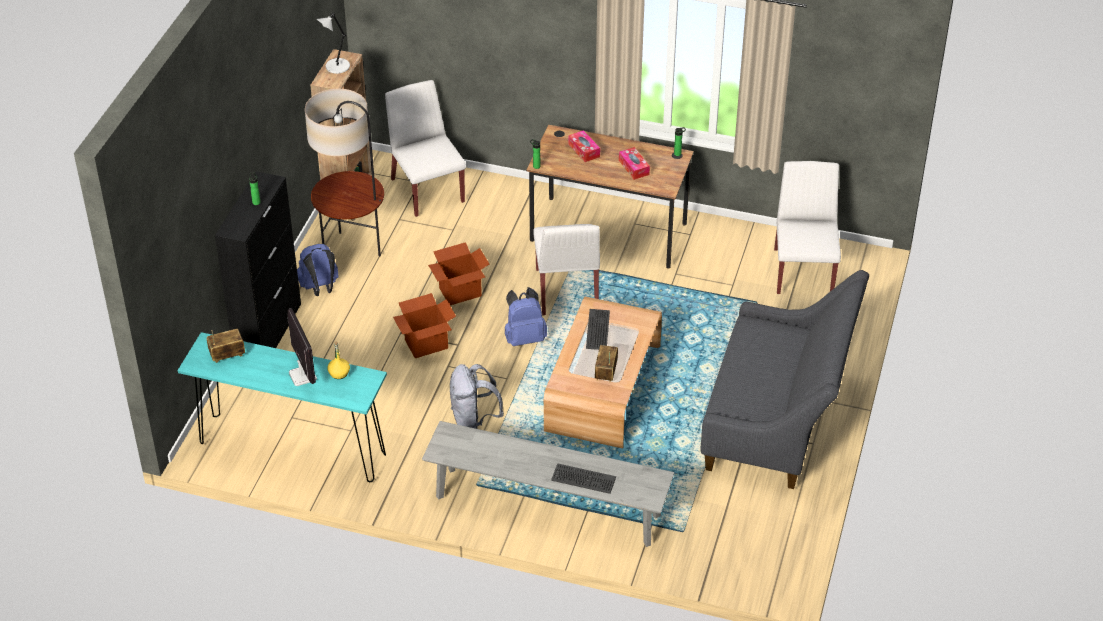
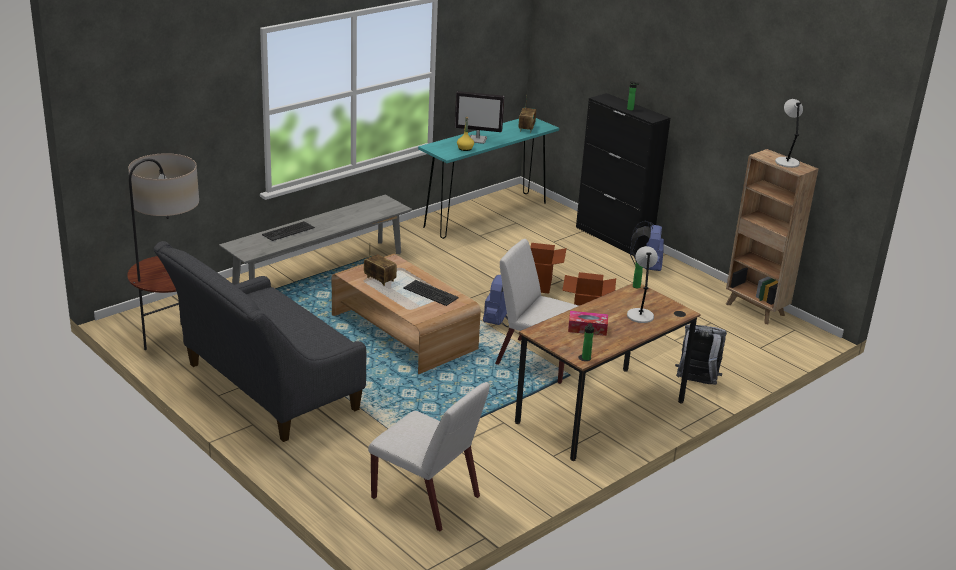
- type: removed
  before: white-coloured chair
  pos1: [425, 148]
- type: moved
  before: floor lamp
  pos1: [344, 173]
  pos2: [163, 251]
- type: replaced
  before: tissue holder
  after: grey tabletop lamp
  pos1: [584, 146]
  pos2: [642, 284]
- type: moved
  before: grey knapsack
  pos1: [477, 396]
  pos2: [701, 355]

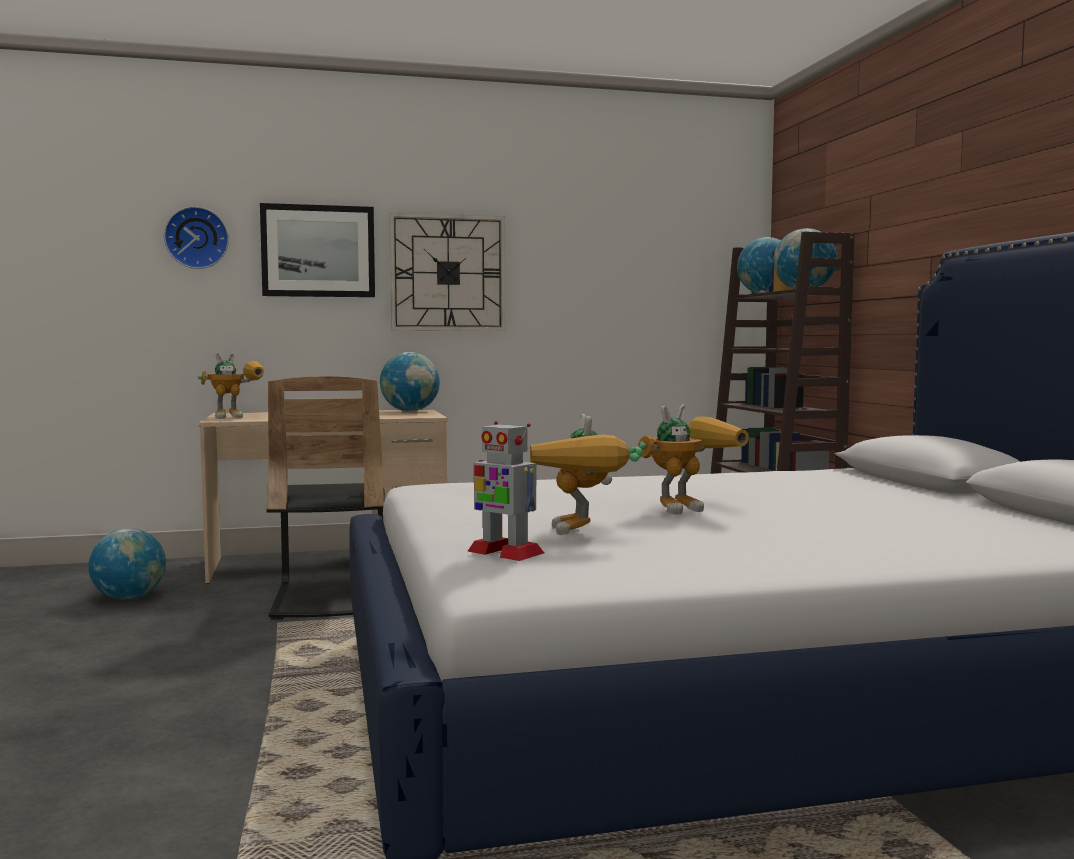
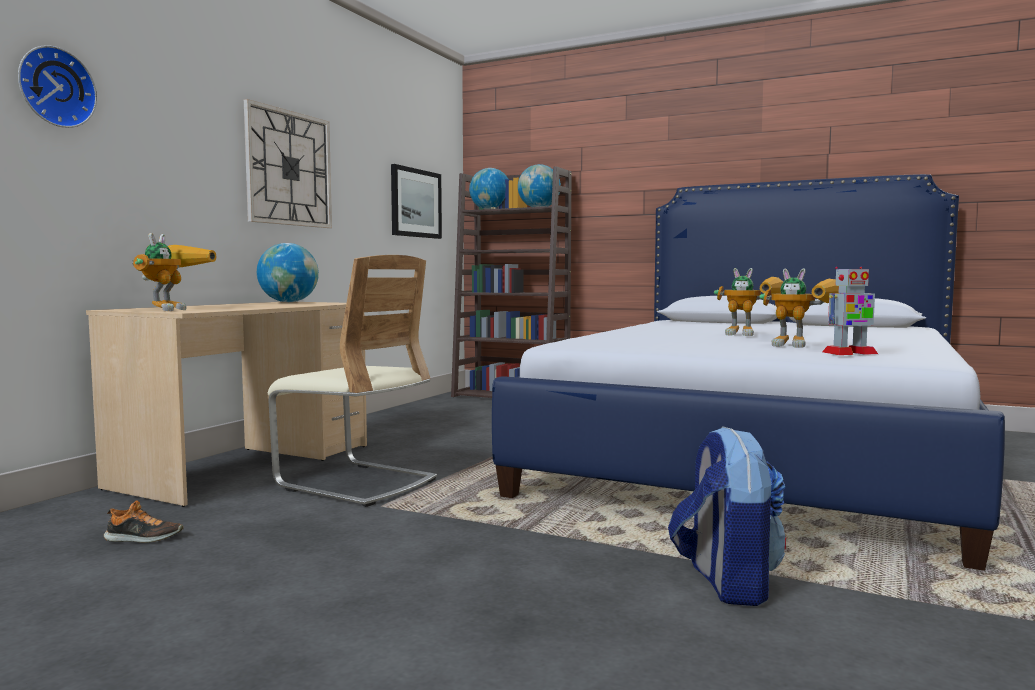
- type: moved
  before: wall art
  pos1: [317, 250]
  pos2: [416, 201]
- type: recoloured
  before: black chair
  after: beige chair
  pos1: [325, 498]
  pos2: [352, 381]
- type: turned
  before: toy robot
  pos1: [693, 460]
  pos2: [748, 302]
  turn: 105
- type: replaced
  before: globe
  after: low shoe
  pos1: [127, 564]
  pos2: [143, 521]
- type: added
  after: knapsack
  pos2: [727, 516]

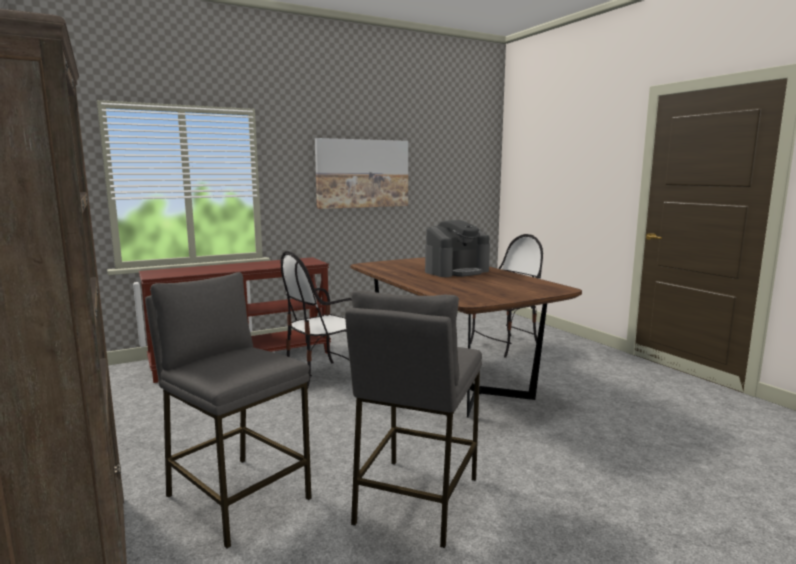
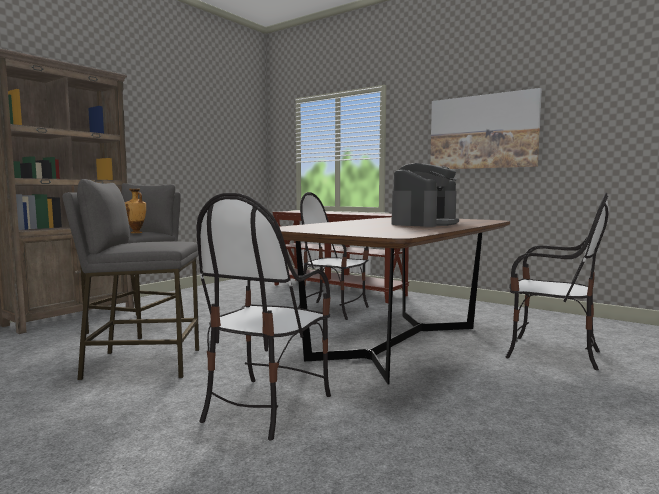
- type: turned
  before: coffee brewer
  pos1: [457, 248]
  pos2: [425, 195]
  turn: -90
- type: added
  after: vase
  pos2: [135, 211]
- type: added
  after: chair
  pos2: [263, 316]

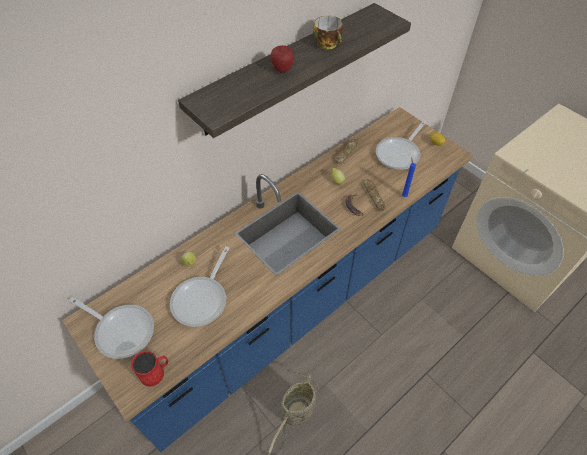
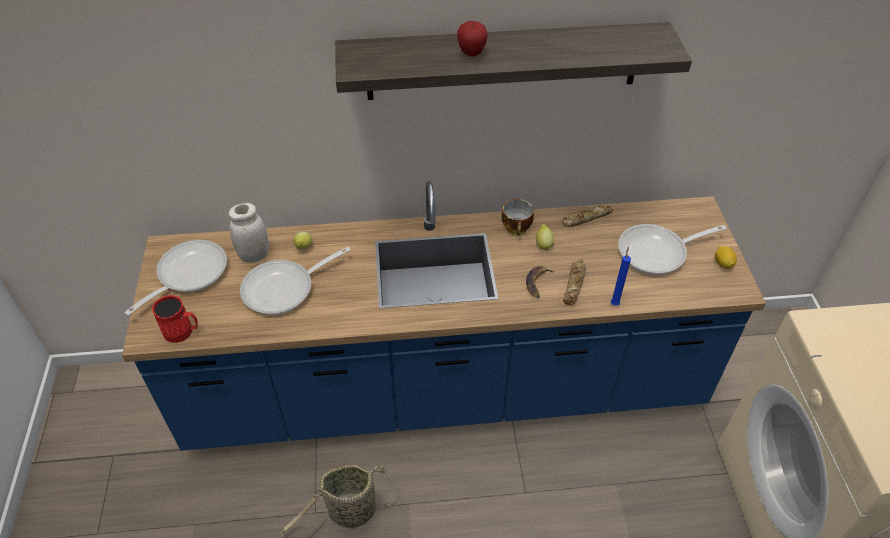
- type: moved
  before: small cup
  pos1: [328, 32]
  pos2: [517, 217]
- type: turned
  before: pan
  pos1: [111, 328]
  pos2: [175, 278]
  turn: -120
- type: added
  after: white-coloured preserve jar
  pos2: [249, 233]

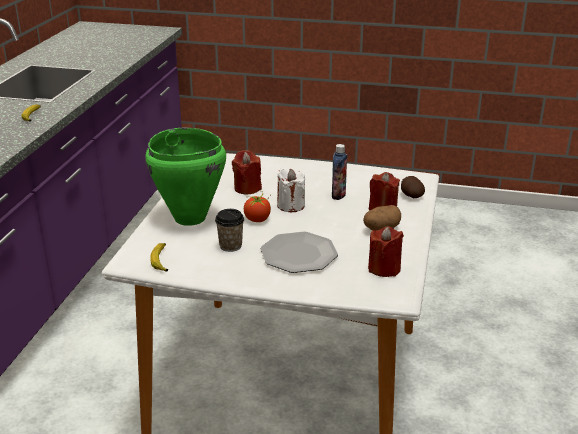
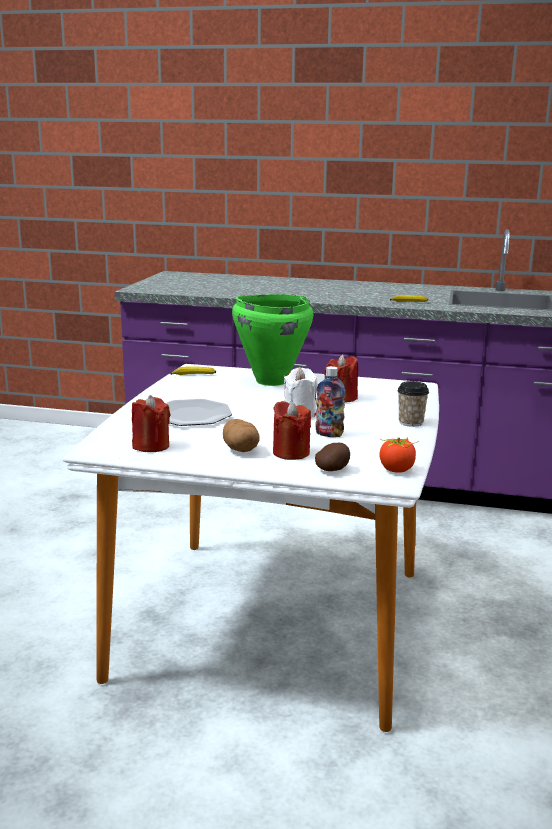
- type: moved
  before: tomato
  pos1: [257, 206]
  pos2: [399, 455]
- type: moved
  before: small cup
  pos1: [229, 230]
  pos2: [413, 404]

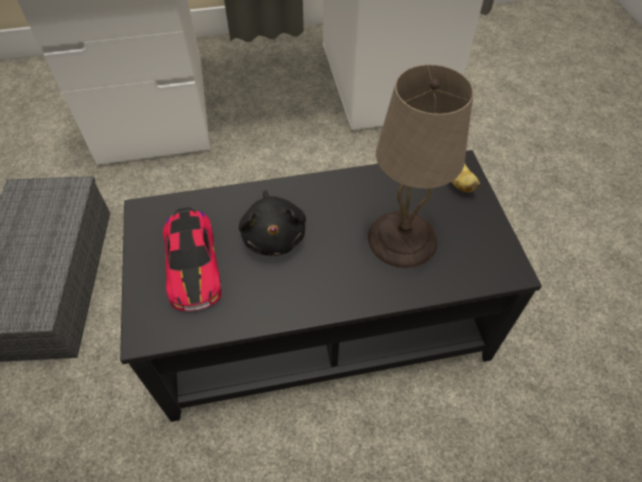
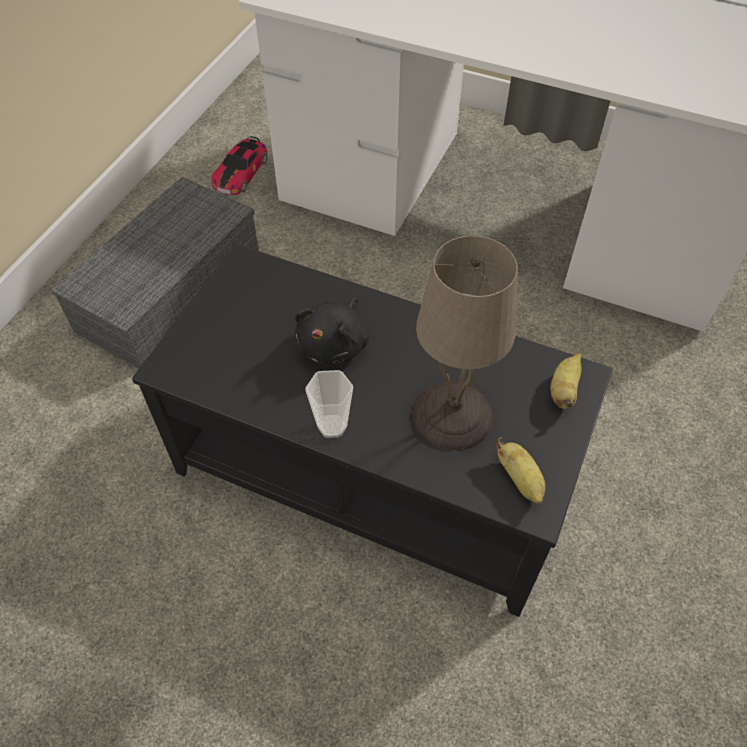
- type: moved
  before: model car
  pos1: [192, 259]
  pos2: [239, 165]
- type: added
  after: small cup
  pos2: [329, 404]
- type: added
  after: banana fruit
  pos2: [521, 471]

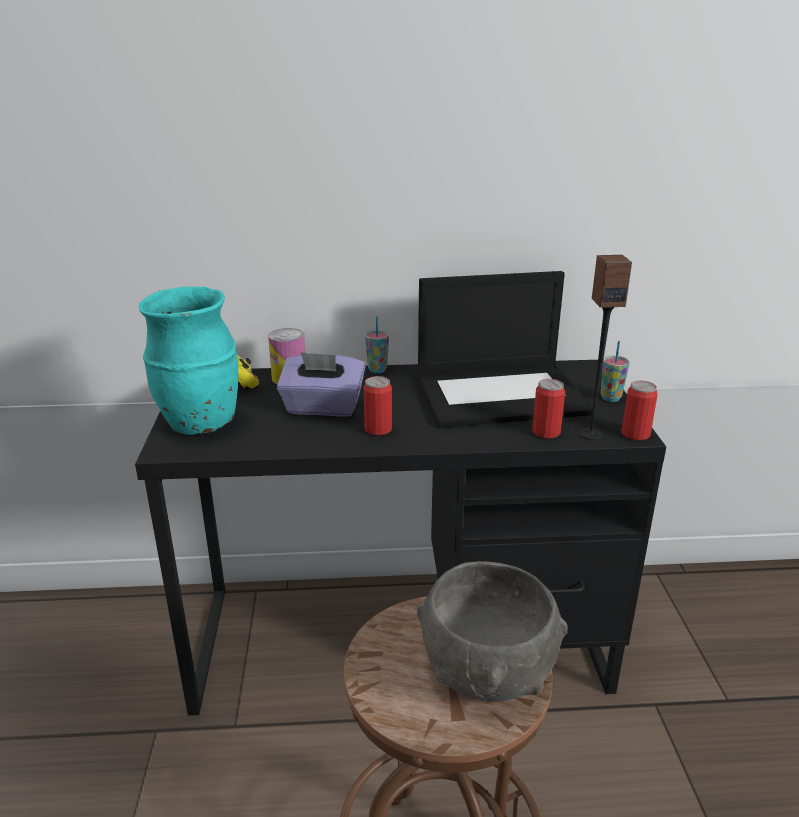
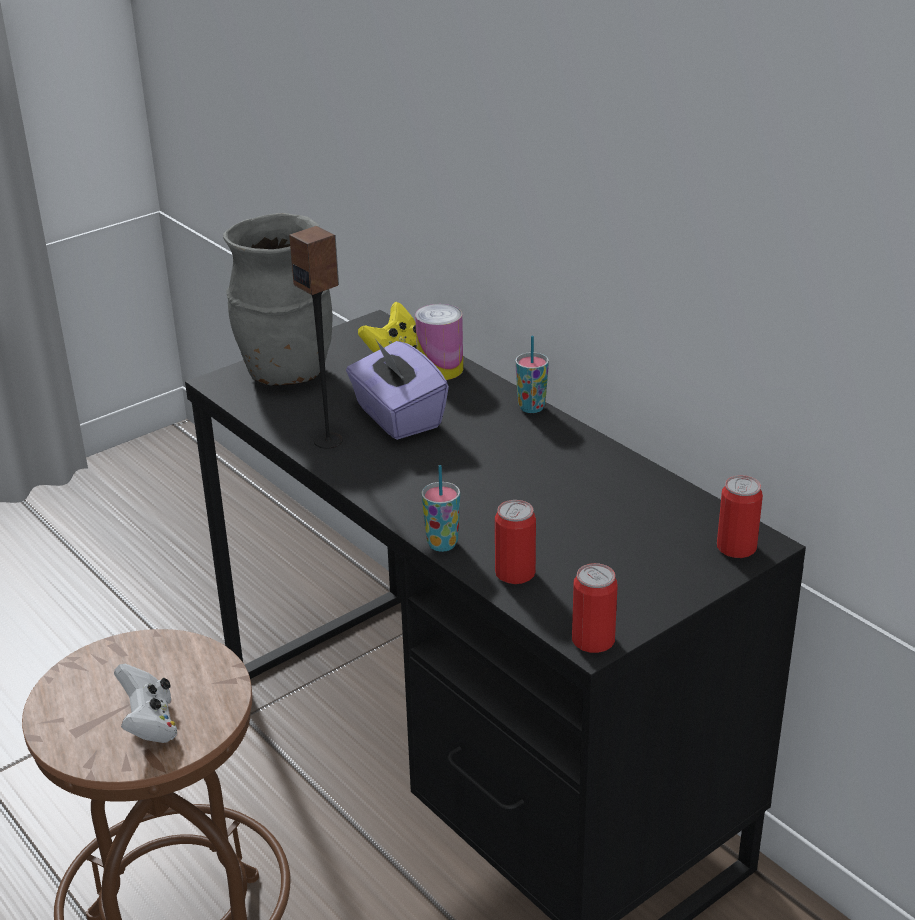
- type: moved
  before: audio speaker
  pos1: [605, 347]
  pos2: [316, 337]
- type: removed
  before: notebook computer
  pos1: [505, 349]
- type: recoloured
  before: turquoise vase
  after: grey vase
  pos1: [188, 361]
  pos2: [278, 299]
- type: moved
  before: small cup
  pos1: [615, 371]
  pos2: [440, 508]
- type: moved
  before: sealed can
  pos1: [378, 406]
  pos2: [740, 516]
- type: replaced
  before: grey serving bowl
  after: white-coloured gamepad
  pos1: [492, 631]
  pos2: [145, 703]

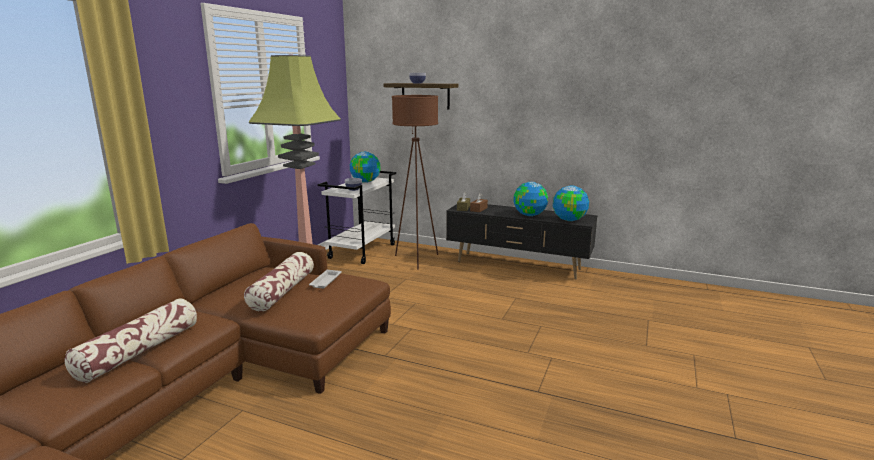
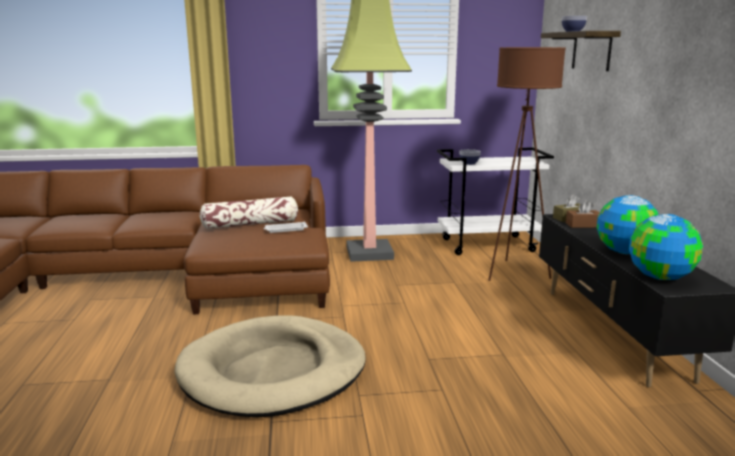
- type: removed
  before: globe
  pos1: [365, 167]
- type: removed
  before: throw pillow
  pos1: [130, 340]
- type: added
  after: beige dog bed
  pos2: [270, 366]

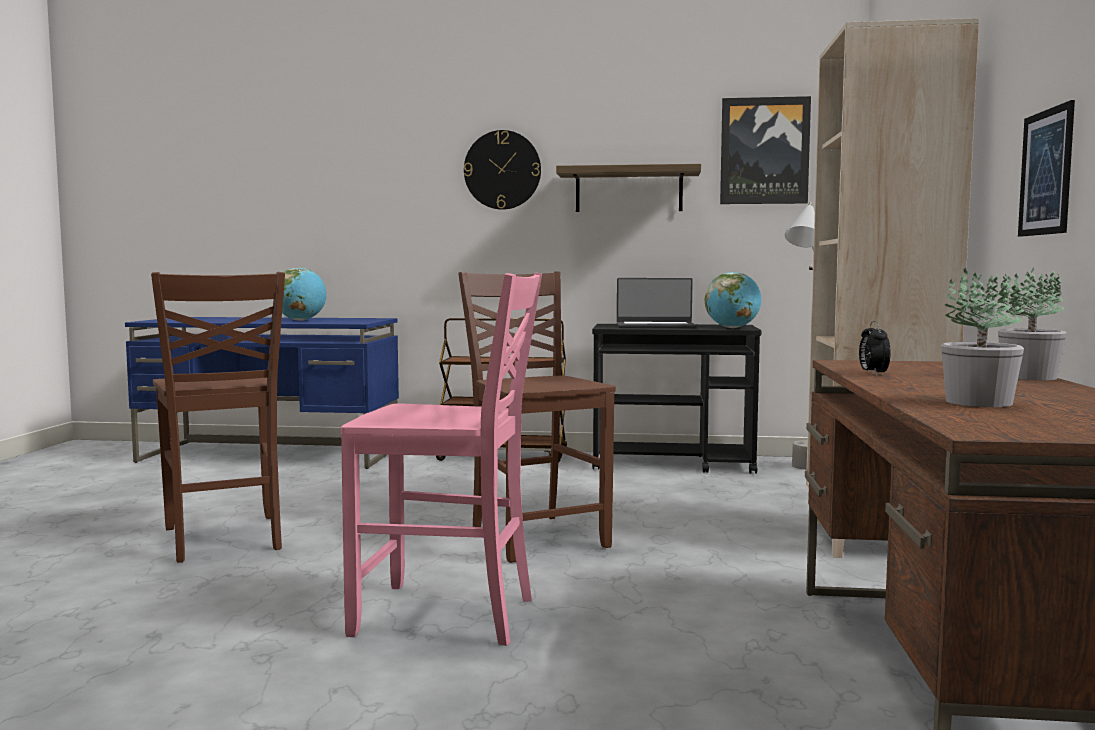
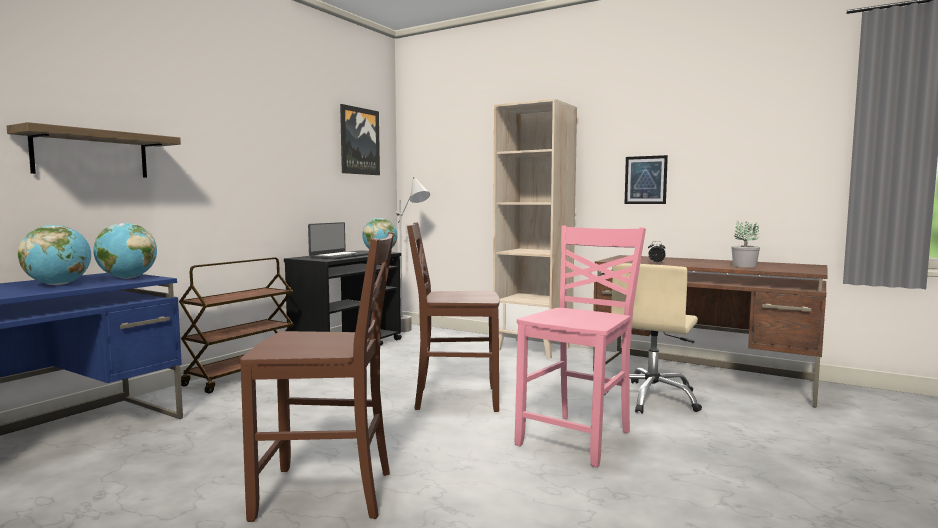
- type: removed
  before: wall clock
  pos1: [502, 170]
- type: moved
  before: shelf
  pos1: [628, 188]
  pos2: [94, 150]
- type: removed
  before: houseplant
  pos1: [1032, 323]
- type: added
  after: globe
  pos2: [125, 251]
- type: added
  after: beige computer chair
  pos2: [653, 338]

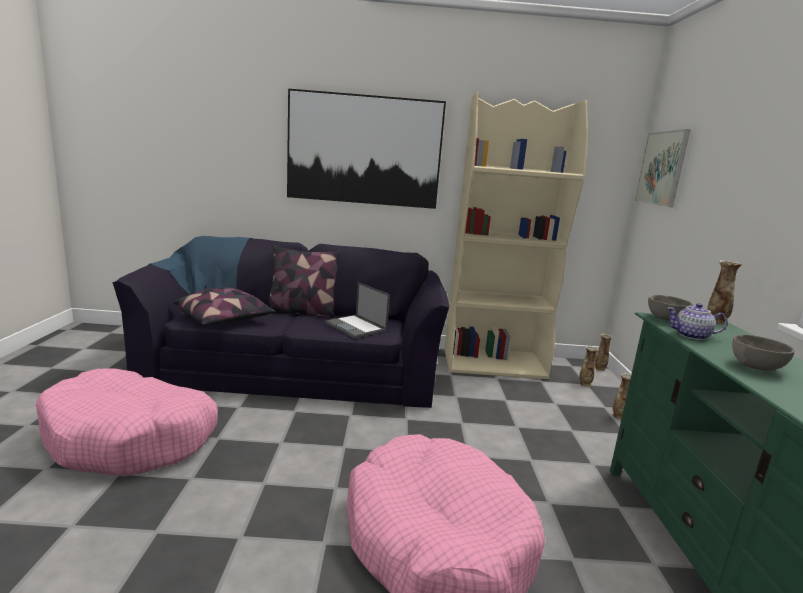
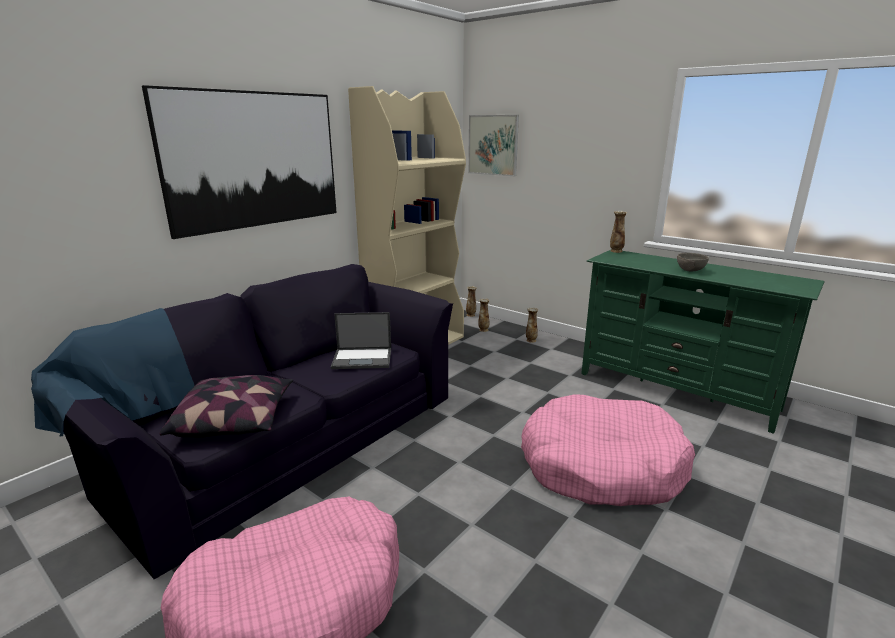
- type: removed
  before: throw pillow
  pos1: [304, 281]
- type: removed
  before: grey serving bowl
  pos1: [670, 308]
- type: removed
  before: tea pot
  pos1: [697, 321]

